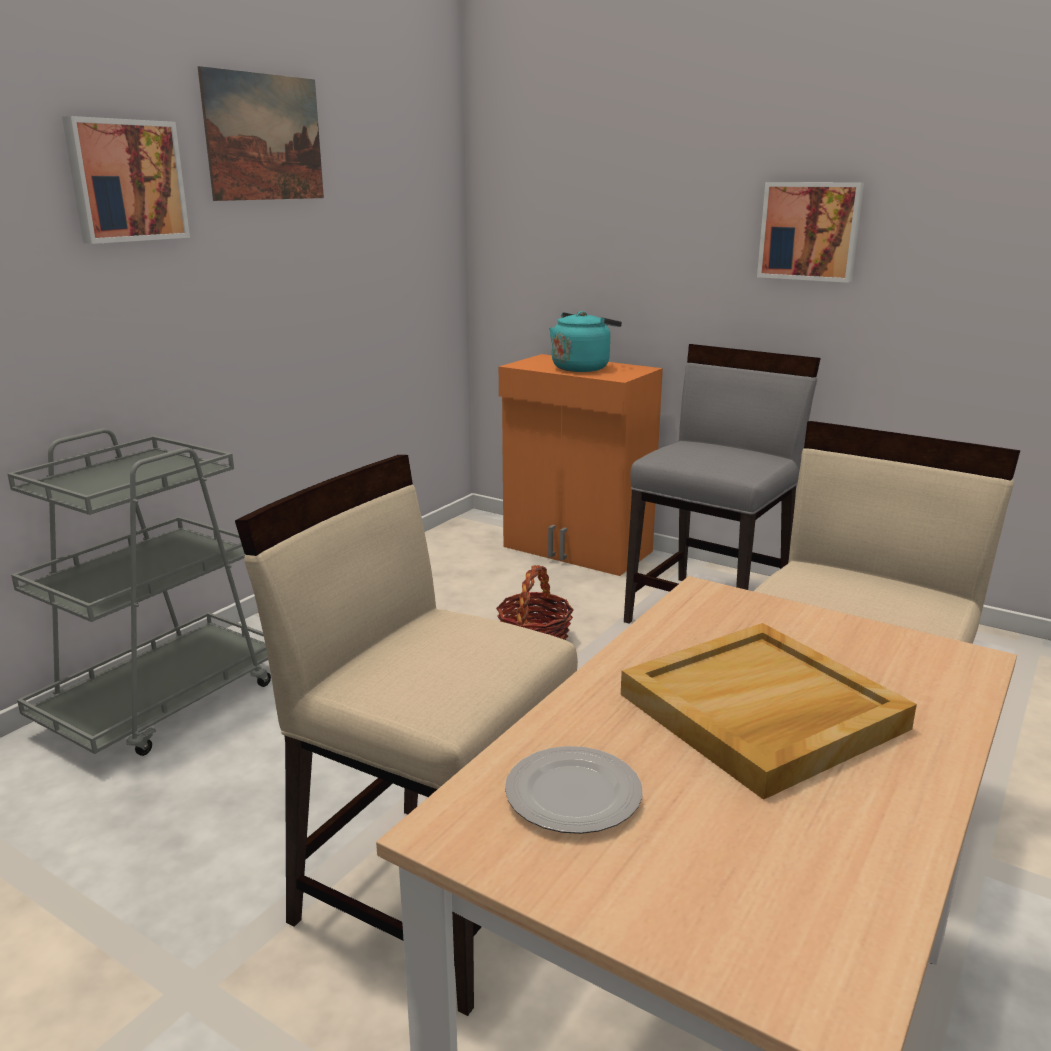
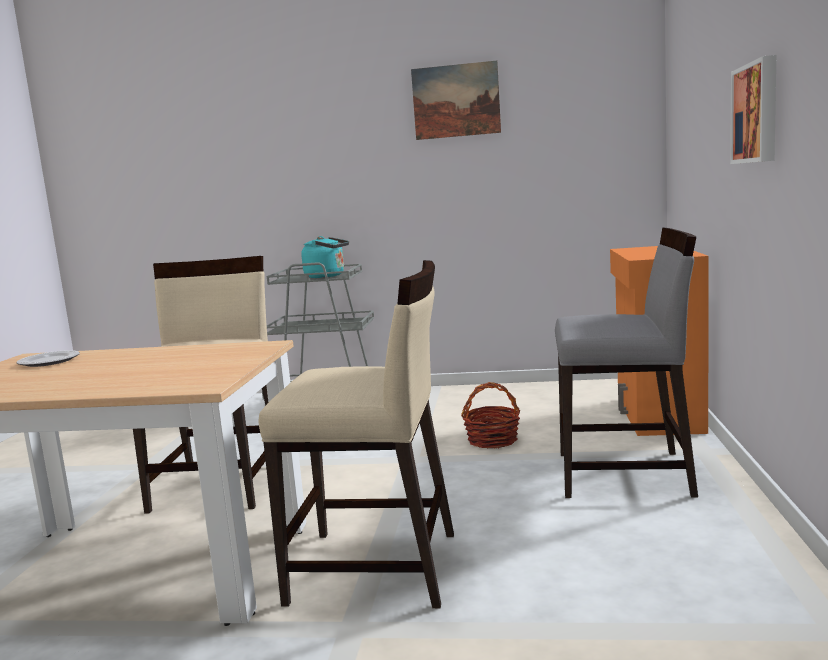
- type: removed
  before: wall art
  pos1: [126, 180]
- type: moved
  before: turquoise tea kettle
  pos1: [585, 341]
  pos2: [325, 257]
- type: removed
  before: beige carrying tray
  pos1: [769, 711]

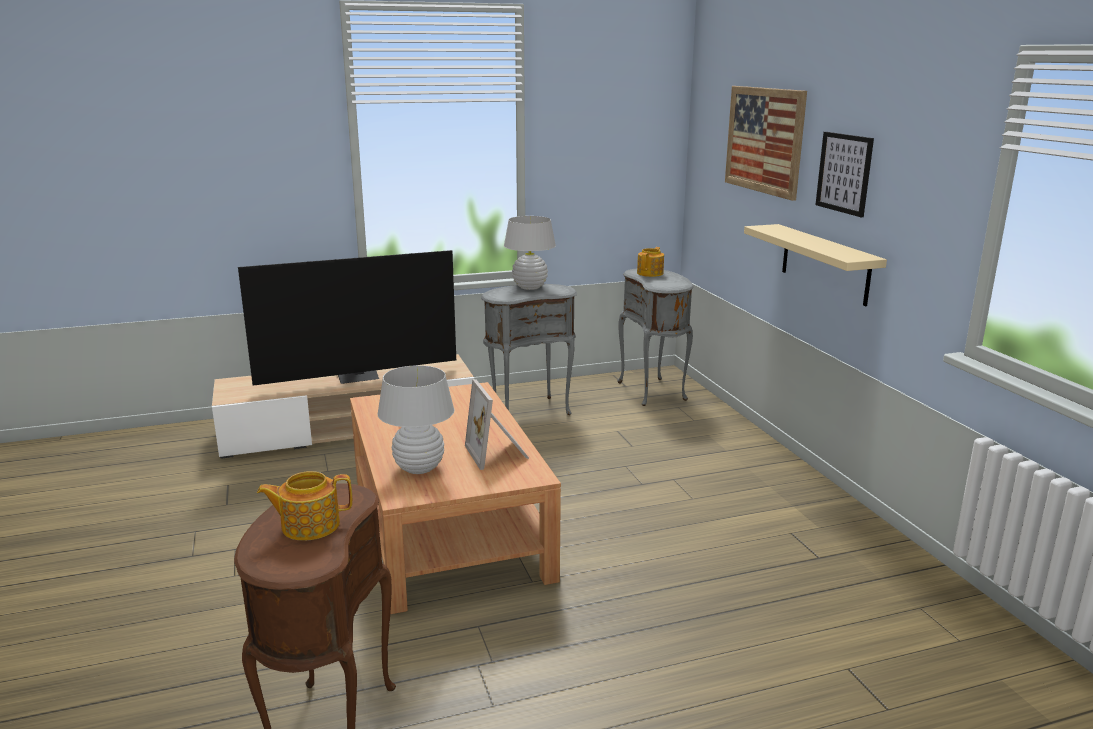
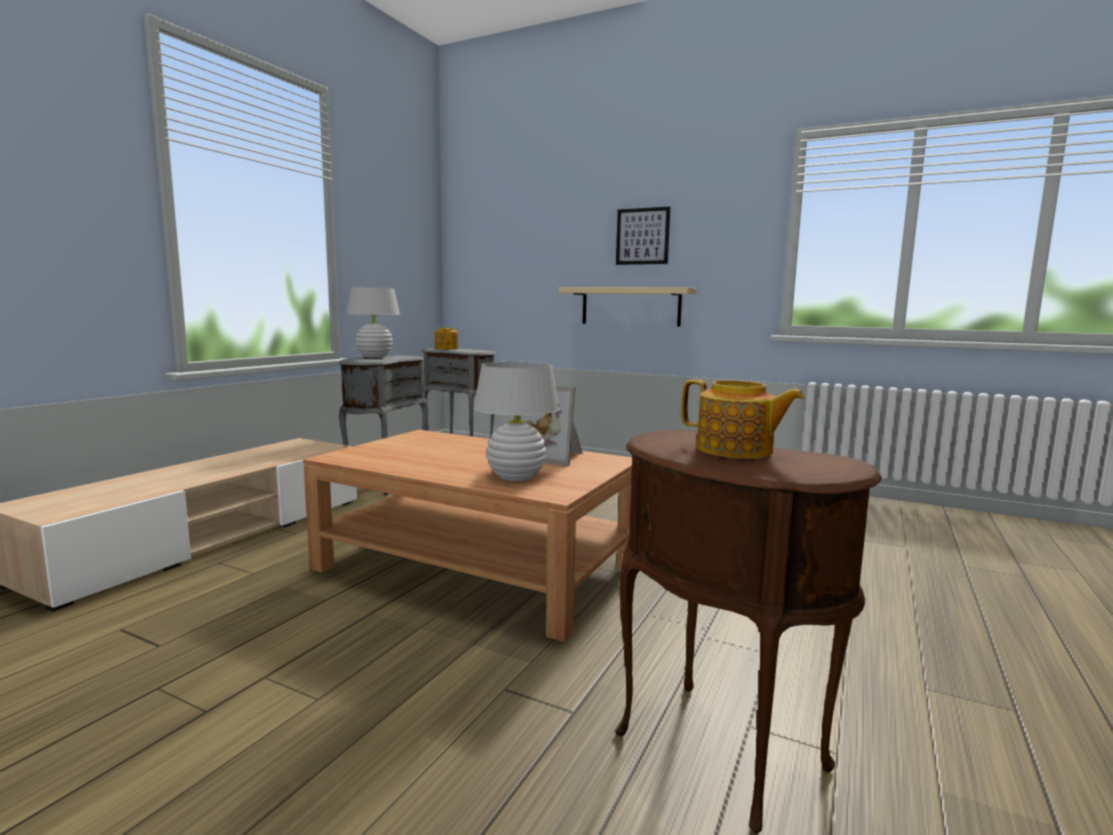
- type: removed
  before: wall art
  pos1: [766, 143]
- type: removed
  before: television
  pos1: [347, 318]
- type: turned
  before: tea pot
  pos1: [304, 506]
  pos2: [742, 419]
  turn: -90

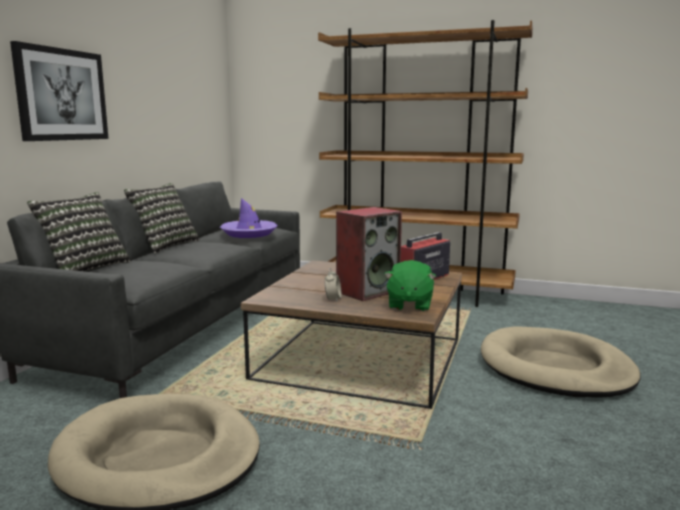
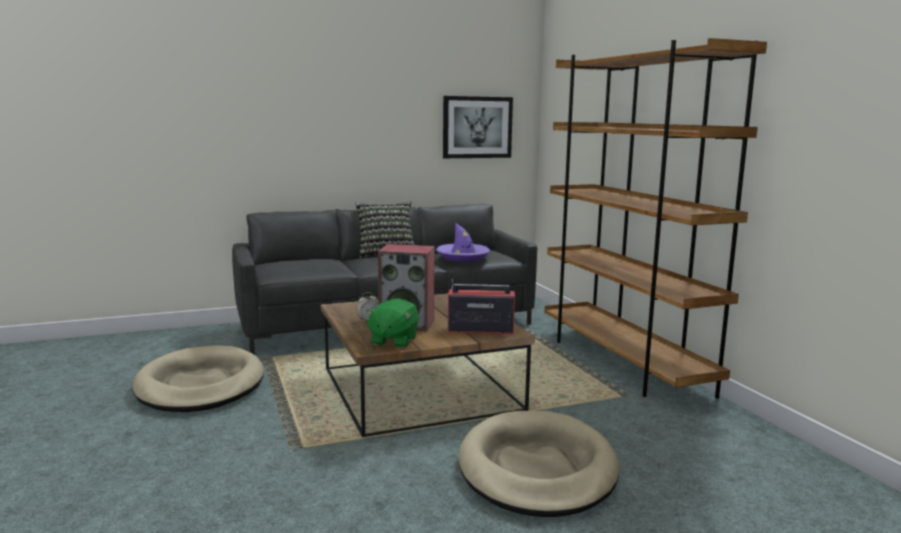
- type: moved
  before: wall art
  pos1: [59, 91]
  pos2: [478, 127]
- type: removed
  before: throw pillow
  pos1: [79, 231]
- type: turned
  before: green cuddly toy
  pos1: [410, 285]
  pos2: [392, 323]
  turn: -45

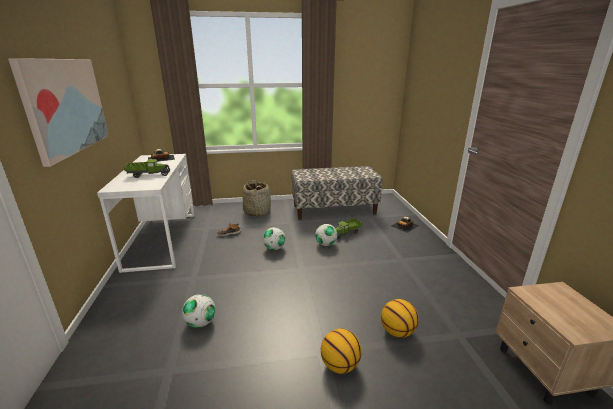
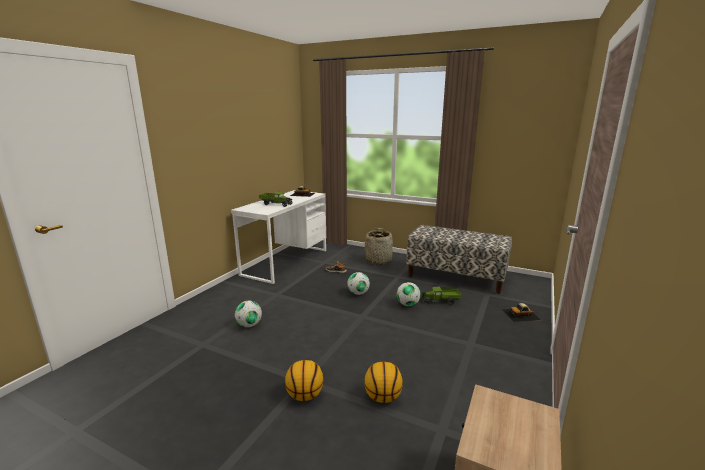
- type: removed
  before: wall art
  pos1: [58, 112]

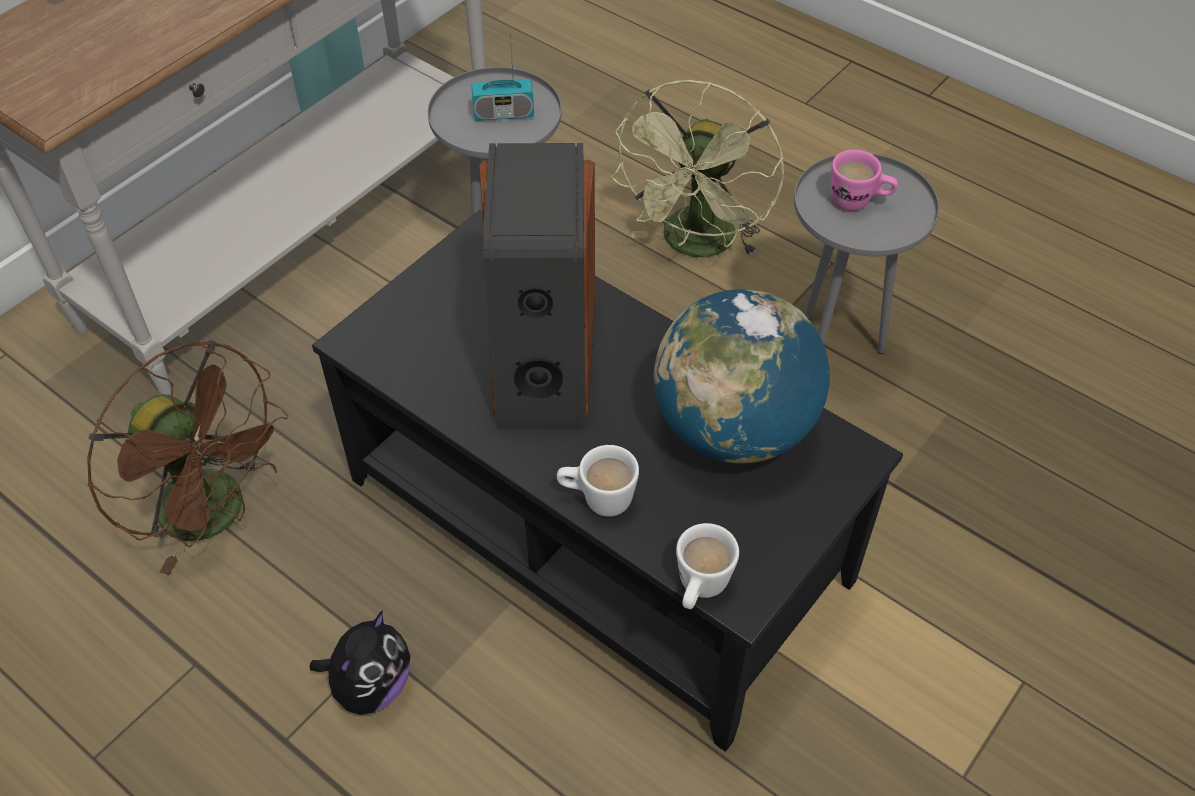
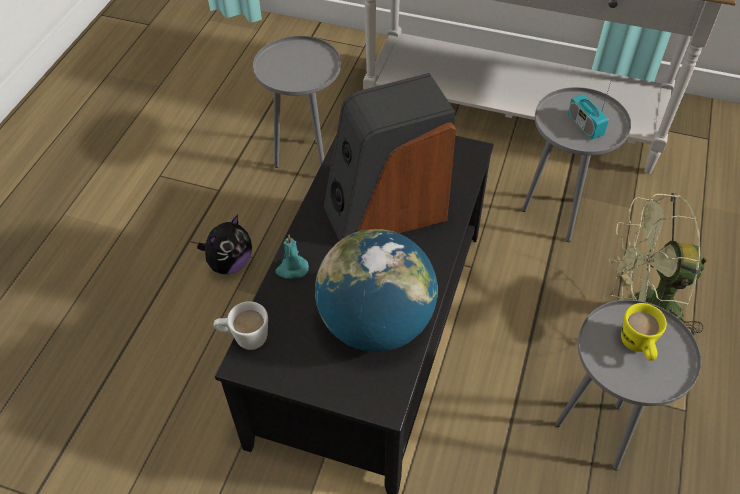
- type: recoloured
  before: pinkish coffee mug
  after: yellow coffee mug
  pos1: [864, 180]
  pos2: [644, 332]
- type: replaced
  before: brown fan
  after: grey side table
  pos1: [188, 457]
  pos2: [297, 102]
- type: replaced
  before: white-coloured coffee mug
  after: turquoise wax candle
  pos1: [598, 481]
  pos2: [292, 256]
- type: turned
  before: cuddly toy
  pos1: [360, 662]
  pos2: [224, 244]
  turn: -60

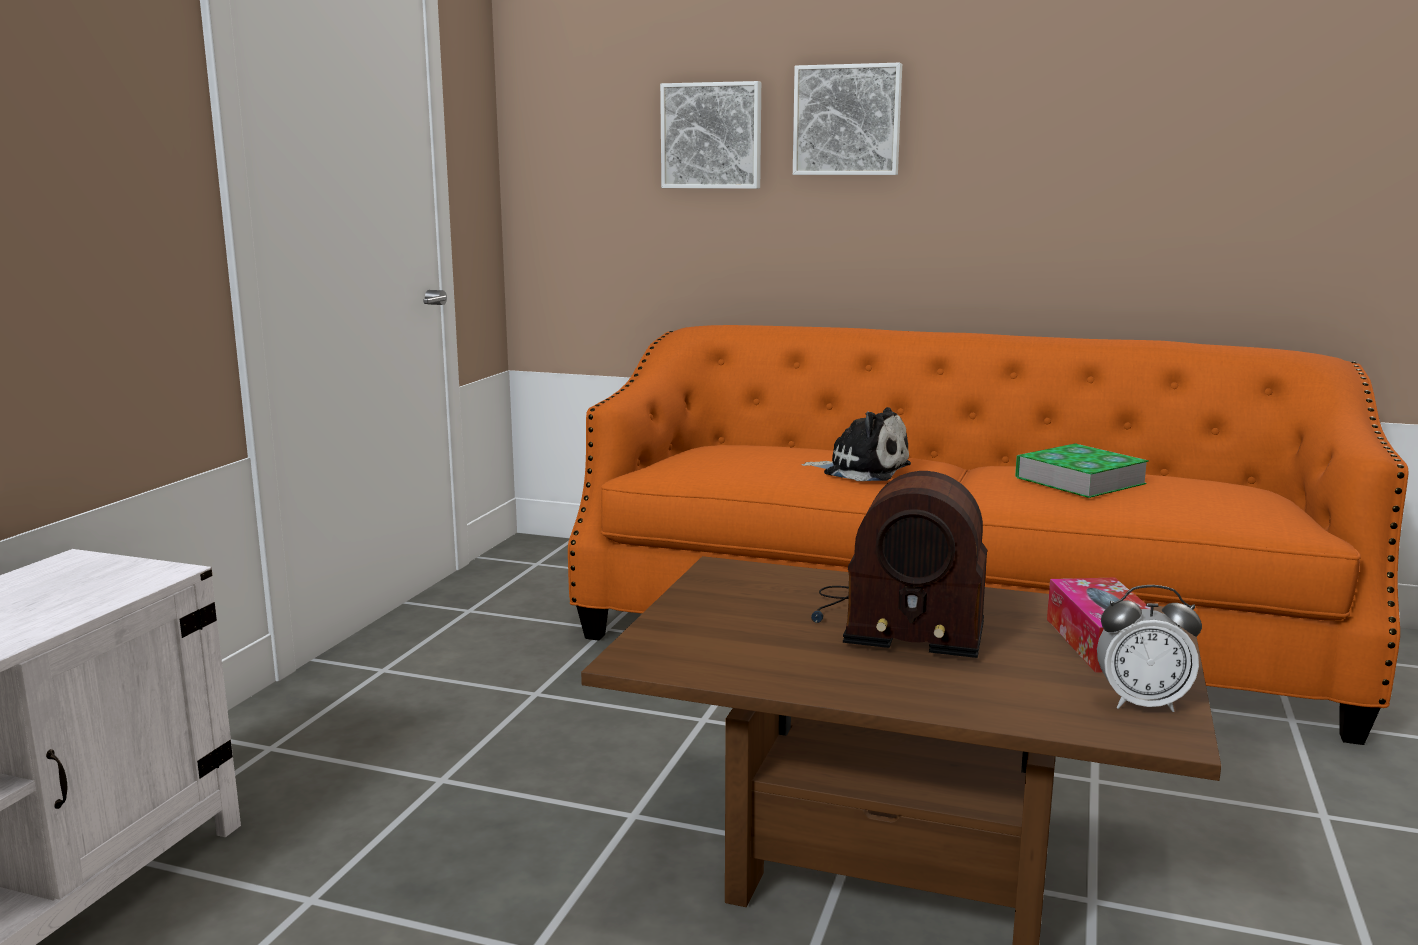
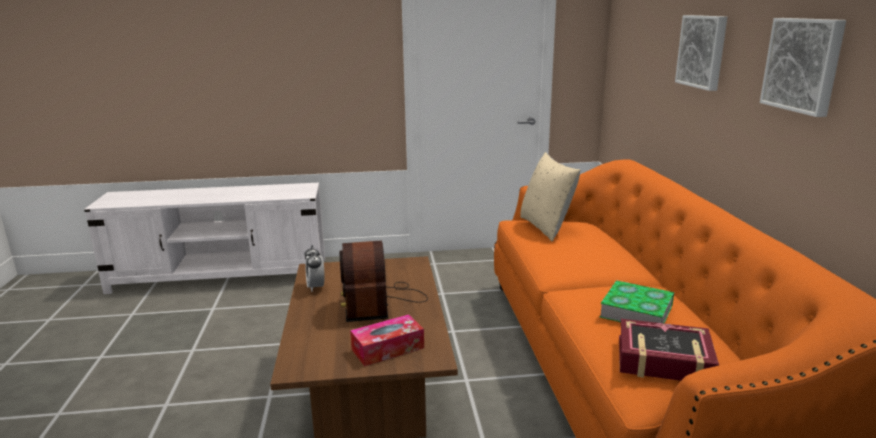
- type: moved
  before: wall art
  pos1: [710, 135]
  pos2: [803, 67]
- type: removed
  before: cuddly toy
  pos1: [856, 444]
- type: moved
  before: alarm clock
  pos1: [1149, 648]
  pos2: [314, 268]
- type: added
  after: beige throw pillow
  pos2: [550, 196]
- type: added
  after: book
  pos2: [669, 350]

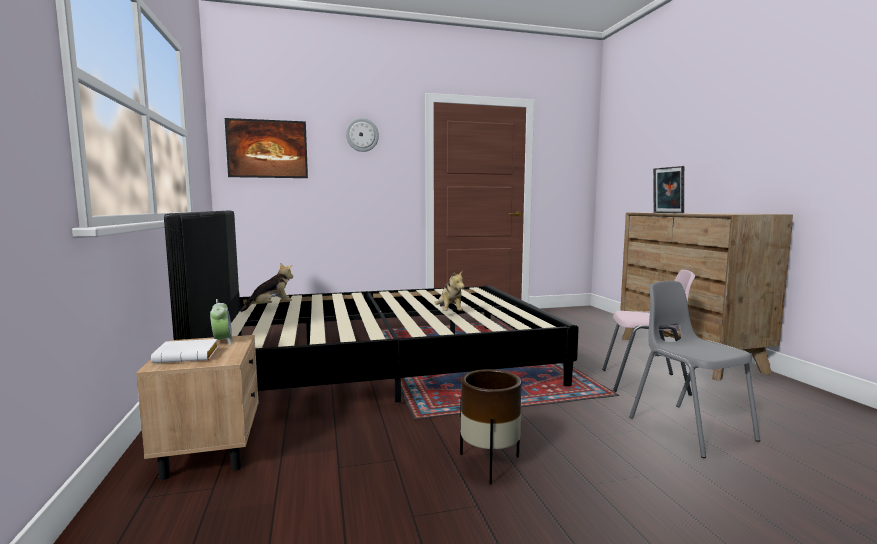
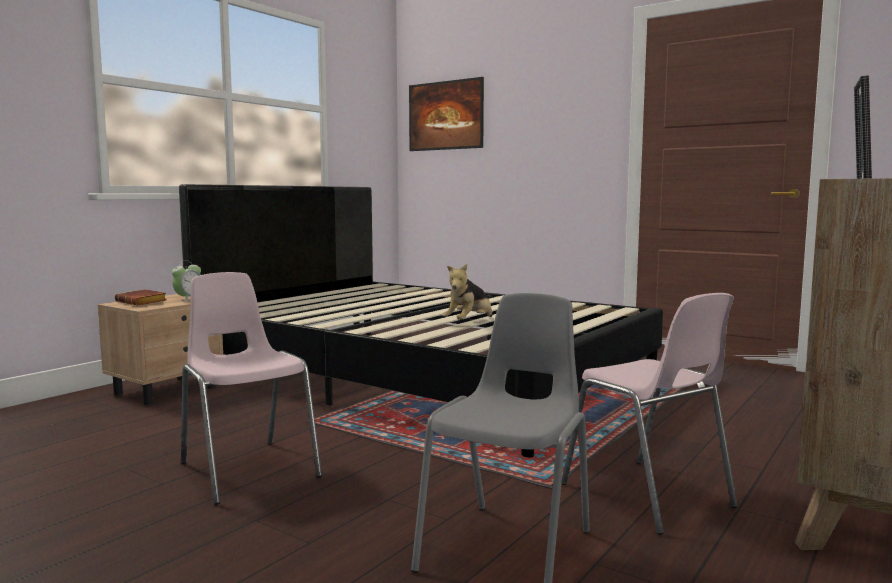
- type: removed
  before: wall clock
  pos1: [362, 135]
- type: removed
  before: cuddly toy
  pos1: [266, 288]
- type: recoloured
  before: white-coloured book
  after: brown book
  pos1: [184, 351]
  pos2: [141, 297]
- type: replaced
  before: brown planter
  after: pinkish chair
  pos1: [491, 426]
  pos2: [251, 388]

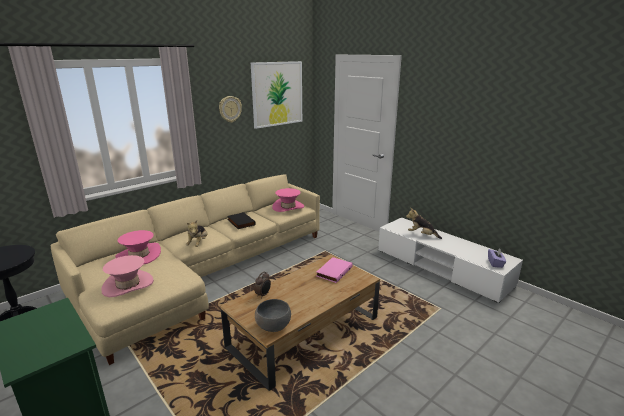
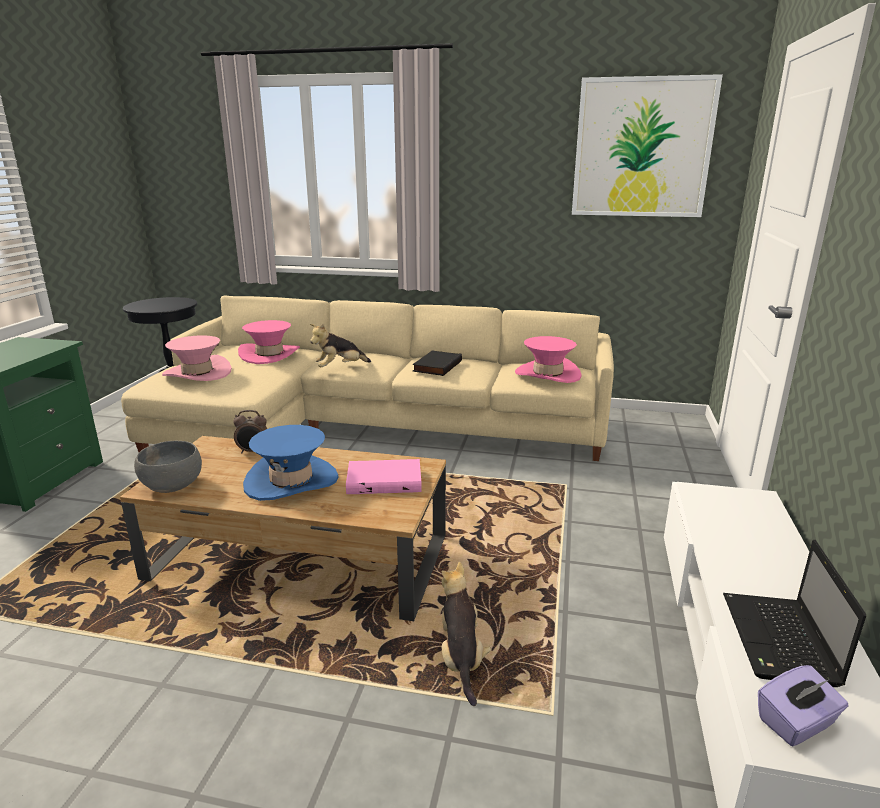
- type: removed
  before: wall clock
  pos1: [230, 109]
- type: moved
  before: cuddly toy
  pos1: [424, 223]
  pos2: [466, 634]
- type: added
  after: blue clothing hat
  pos2: [291, 463]
- type: added
  after: notebook computer
  pos2: [794, 613]

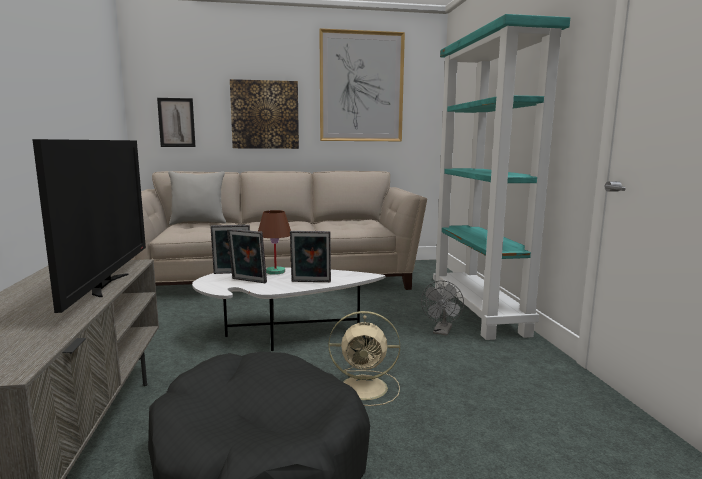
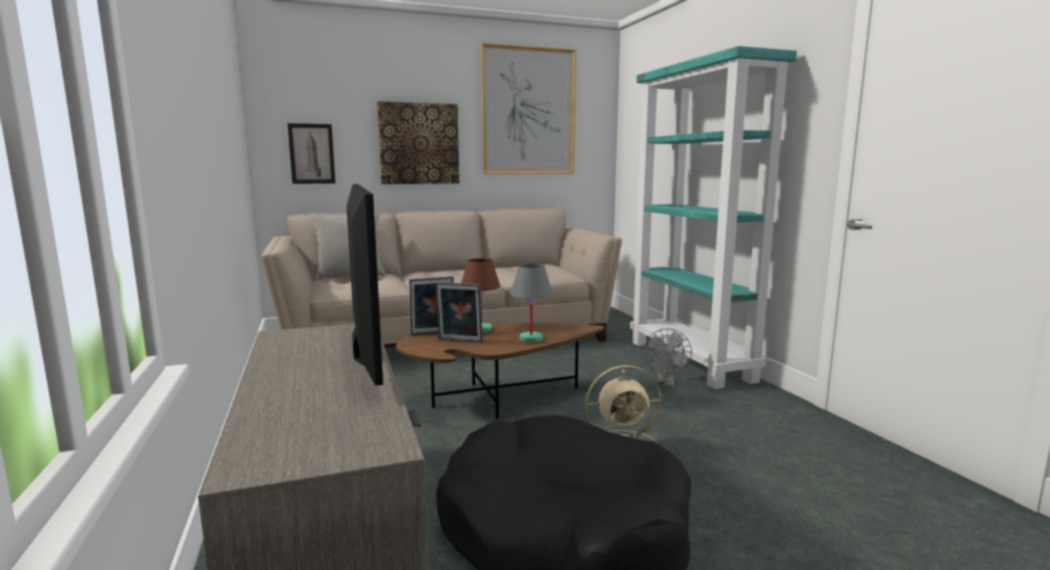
- type: replaced
  before: standing frame
  after: grey tabletop lamp
  pos1: [310, 256]
  pos2: [531, 303]
- type: recoloured
  before: white-coloured low table
  after: brown low table
  pos1: [288, 309]
  pos2: [500, 371]

